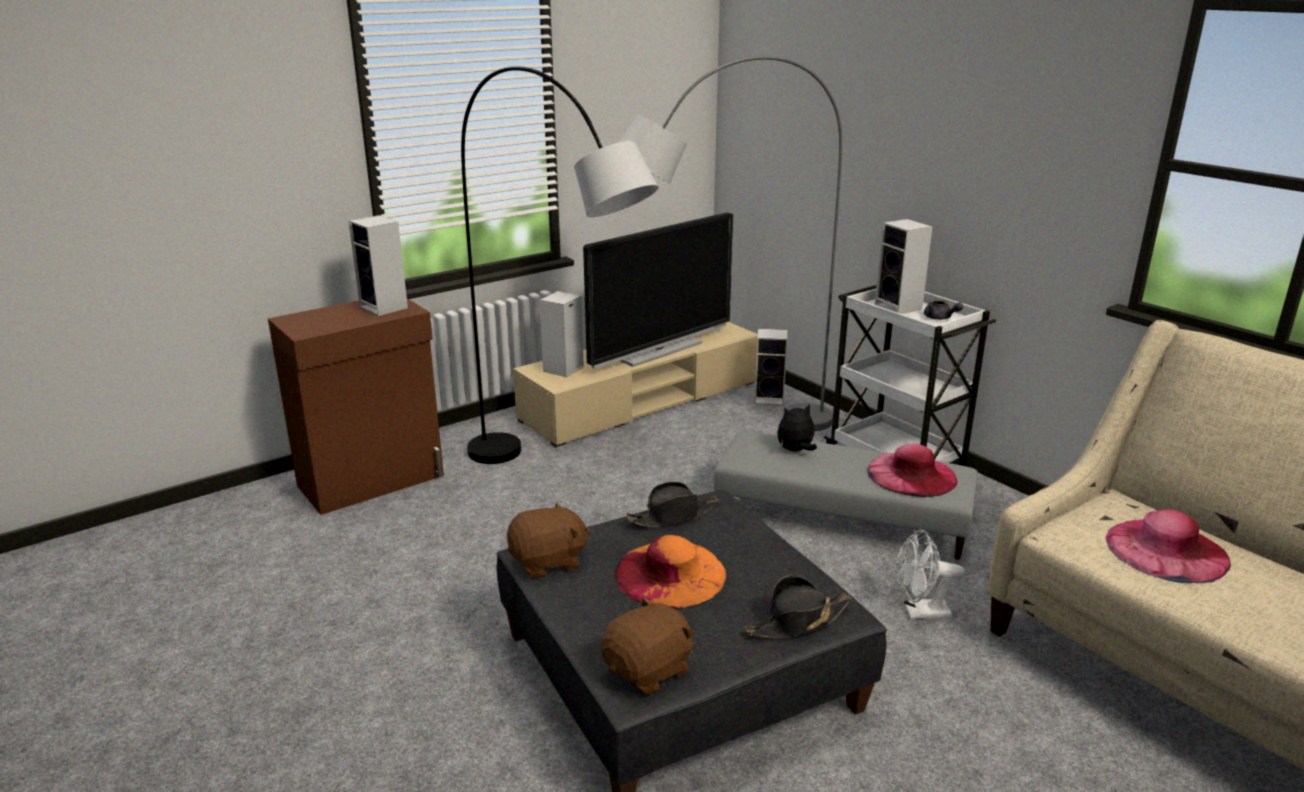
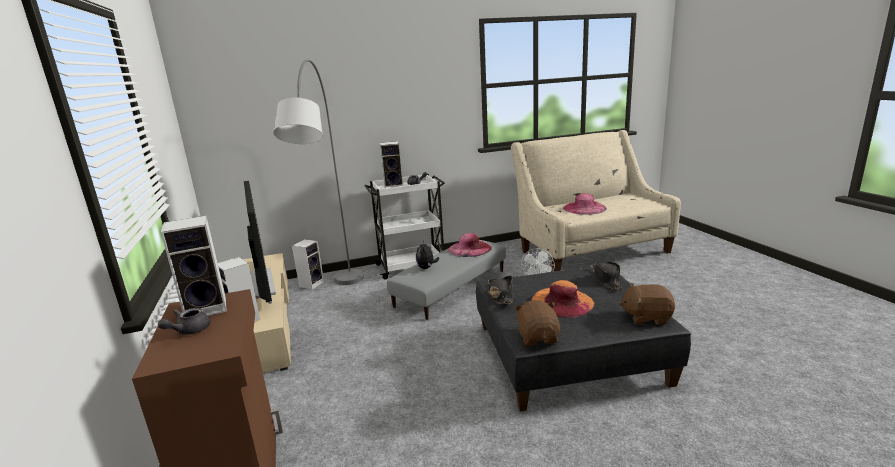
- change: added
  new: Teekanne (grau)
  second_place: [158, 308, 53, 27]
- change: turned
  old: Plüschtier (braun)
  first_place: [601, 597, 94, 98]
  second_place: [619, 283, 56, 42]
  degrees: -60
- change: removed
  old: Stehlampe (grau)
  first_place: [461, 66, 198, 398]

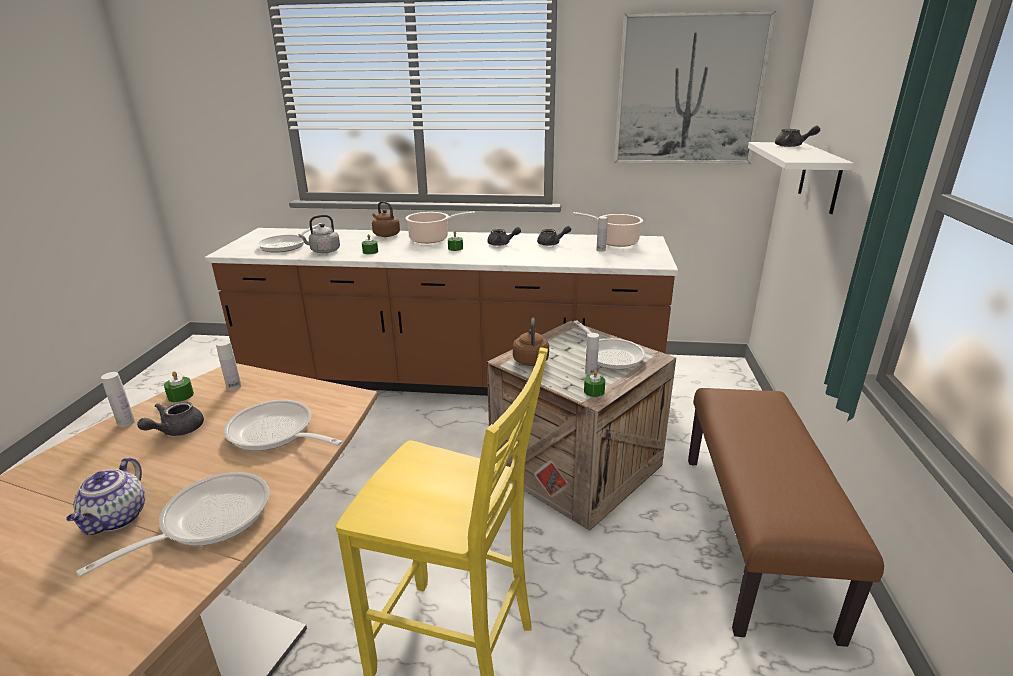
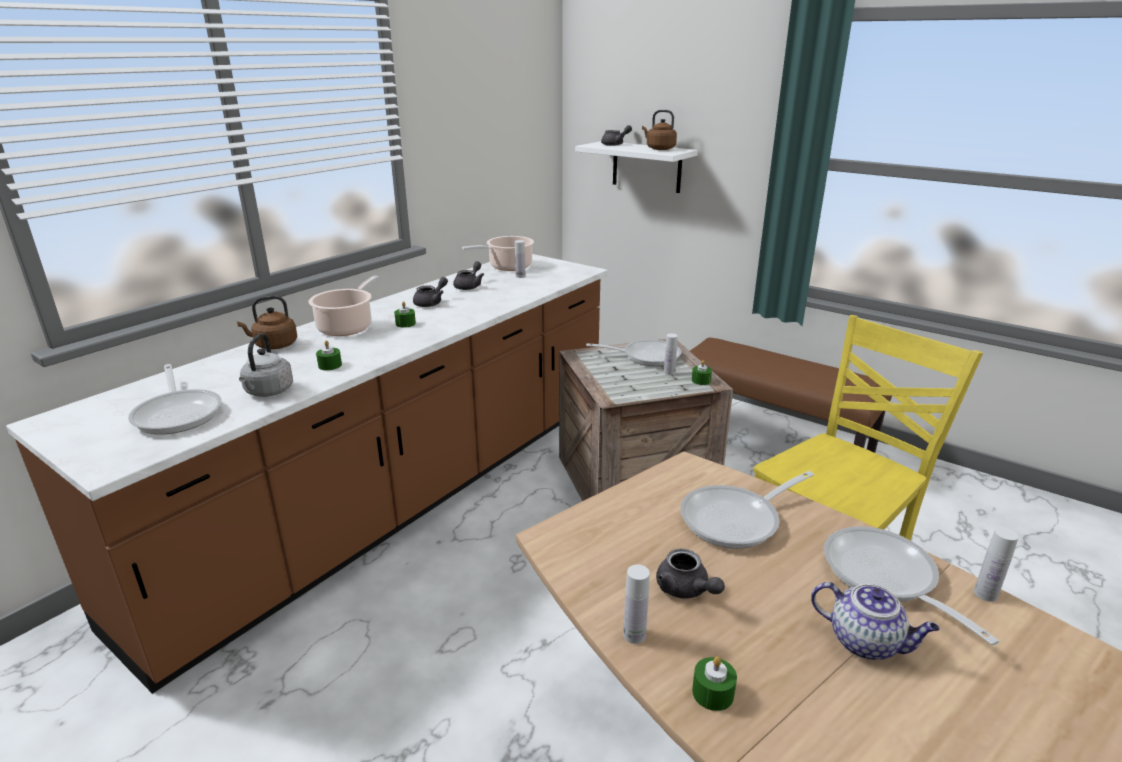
- change: moved
  old: Wasserkessel (braun)
  first_place: [513, 318, 36, 48]
  second_place: [642, 110, 35, 40]
- change: moved
  old: Kerze (grün)
  first_place: [164, 371, 30, 31]
  second_place: [692, 656, 45, 55]
- change: moved
  old: Flasche (weiß)
  first_place: [216, 340, 25, 51]
  second_place: [974, 527, 45, 75]
- change: removed
  old: Bild
  first_place: [614, 11, 162, 153]

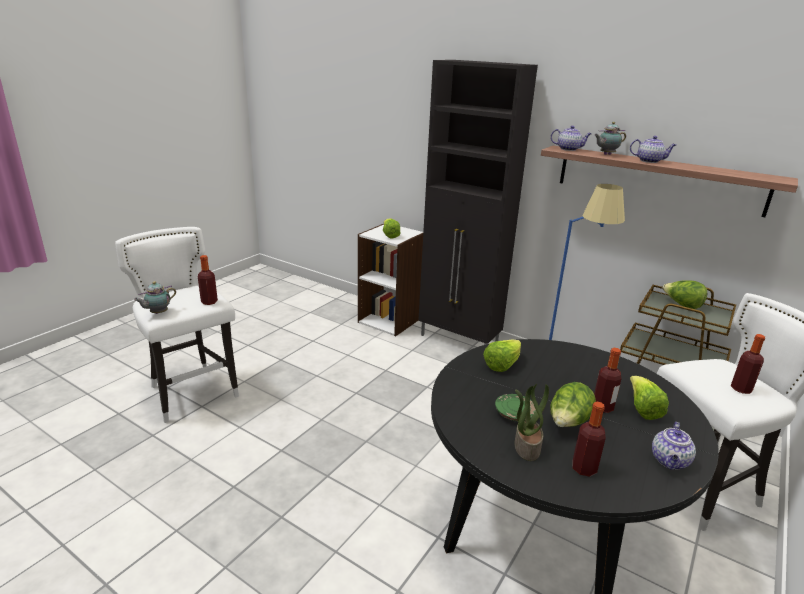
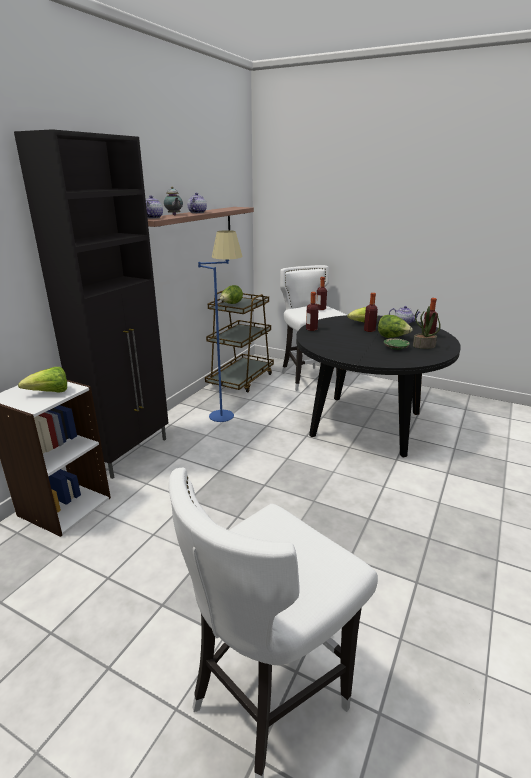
- change: moved
  old: Flasche
  first_place: [198, 255, 20, 50]
  second_place: [306, 292, 13, 39]
- change: removed
  old: Teekanne
  first_place: [134, 281, 42, 33]
- change: removed
  old: Salatkopf
  first_place: [483, 339, 38, 33]

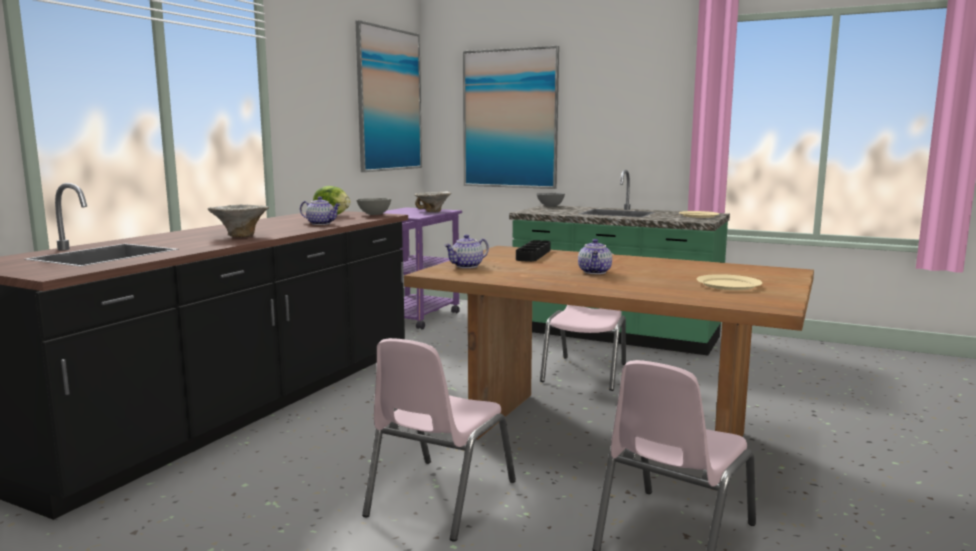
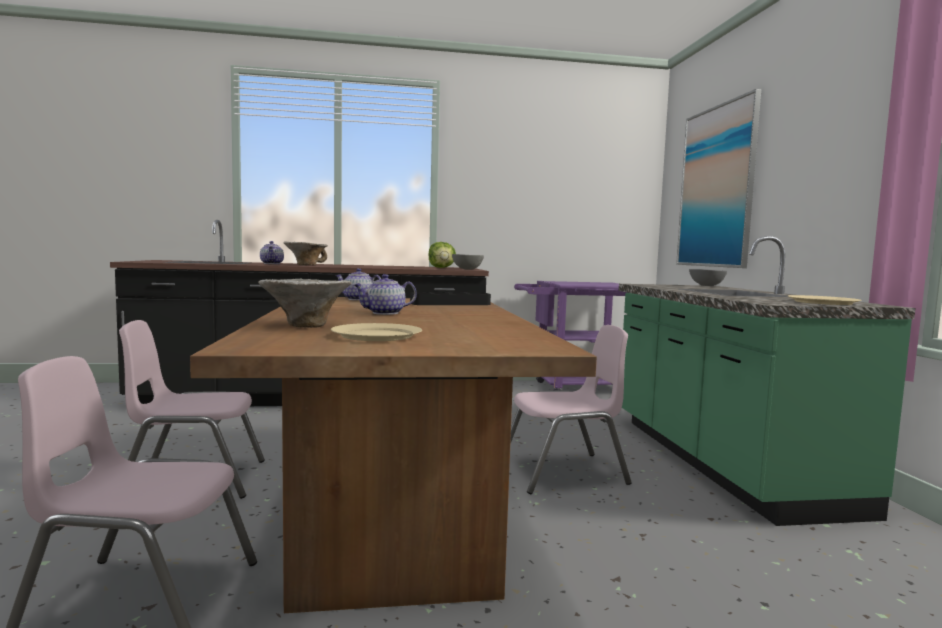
- change: moved
  old: Schüssel
  first_place: [415, 192, 36, 20]
  second_place: [258, 278, 94, 50]
- change: moved
  old: Teekanne
  first_place: [300, 196, 41, 29]
  second_place: [260, 241, 24, 23]
- change: removed
  old: Bild
  first_place: [355, 20, 67, 152]

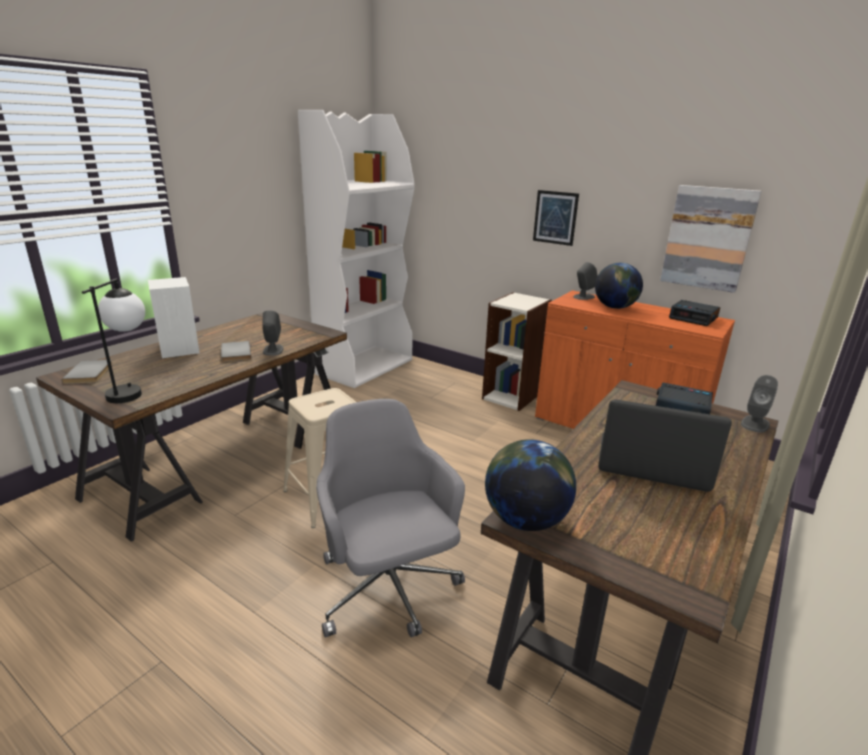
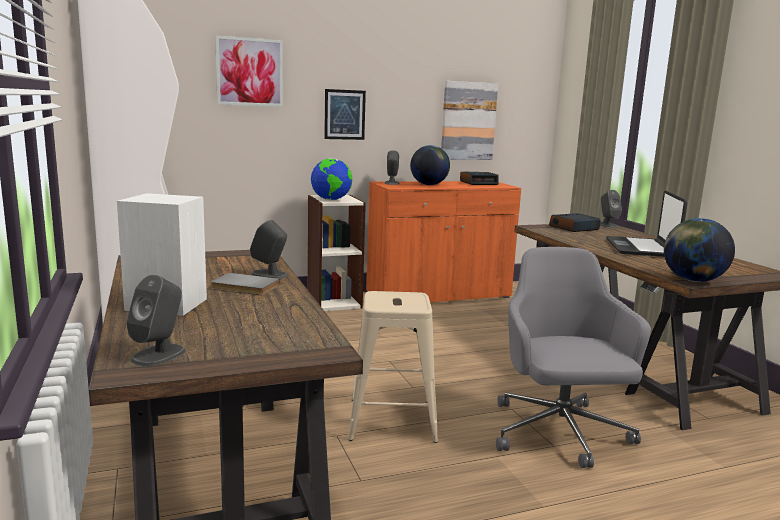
- change: replaced
  old: Buch (grau)
  new: Lautsprecher (grau)
  first_place: [62, 360, 51, 24]
  second_place: [126, 275, 59, 91]
- change: added
  new: Bild
  second_place: [215, 36, 68, 71]
- change: added
  new: Globus
  second_place: [311, 158, 41, 42]
- change: turned
  old: Bürostuhl (grau)
  first_place: [316, 399, 149, 239]
  second_place: [496, 247, 155, 221]
  degrees: 75
- change: turned
  old: Laptop
  first_place: [598, 399, 134, 93]
  second_place: [606, 190, 82, 67]
  degrees: -45
- change: removed
  old: Tischlampe
  first_place: [82, 279, 63, 124]

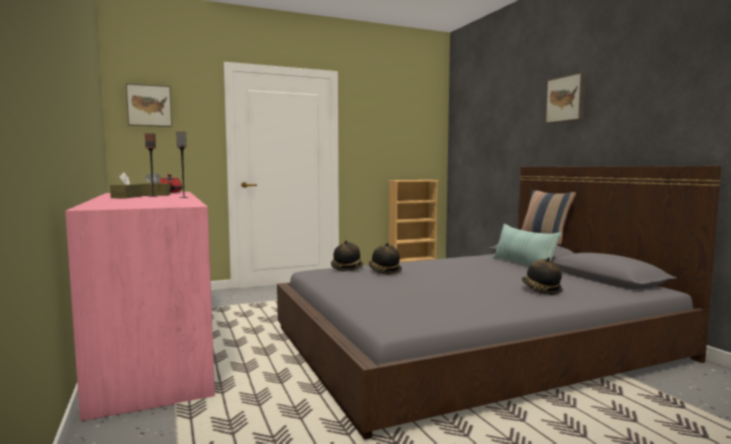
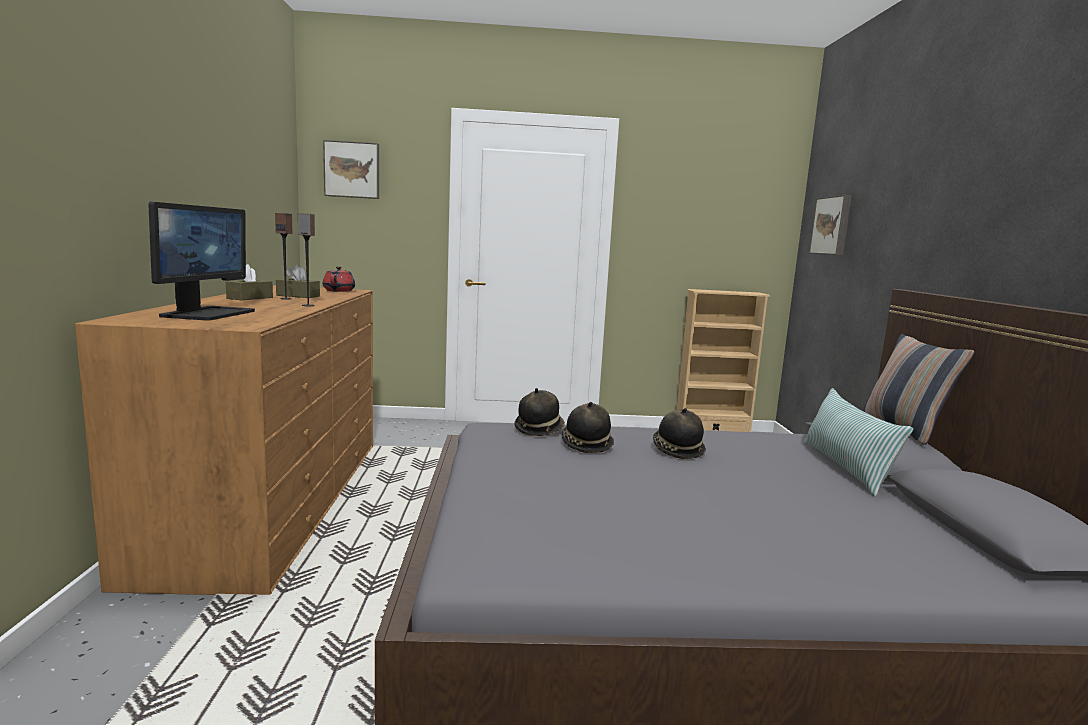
- change: recoloured
  old: Kommode (rosa)
  new: Kommode (braun)
  first_place: [65, 192, 150, 229]
  second_place: [75, 286, 298, 309]
- change: added
  new: Monitor
  second_place: [148, 201, 107, 120]
- change: moved
  old: Hut
  first_place: [522, 257, 41, 38]
  second_place: [653, 408, 53, 51]
- change: moved
  old: Bild
  first_place: [545, 72, 41, 51]
  second_place: [809, 195, 43, 60]

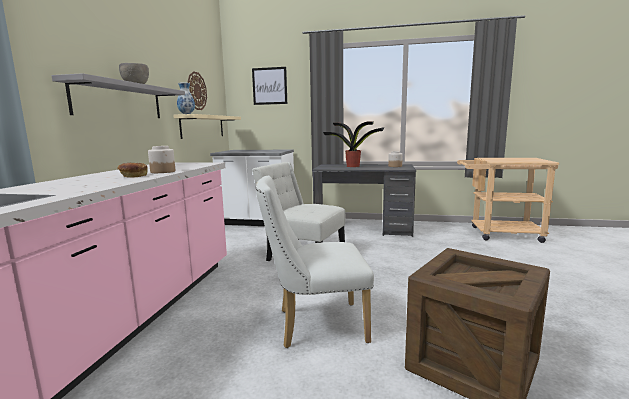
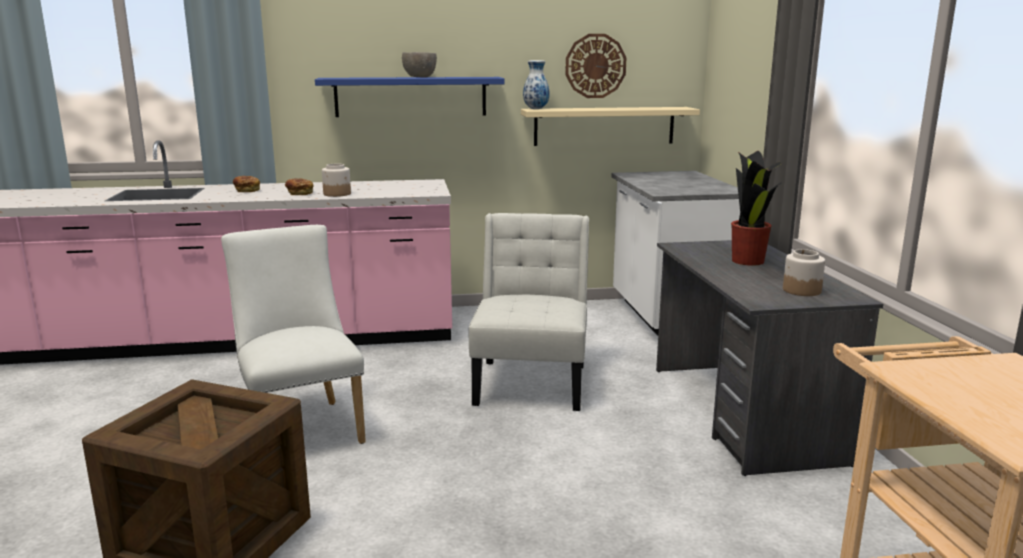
- change: added
  new: Brot
  second_place: [233, 176, 27, 16]
- change: recoloured
  old: Wandregal (grau)
  new: Wandregal (blau)
  first_place: [52, 73, 133, 45]
  second_place: [315, 77, 189, 40]
- change: removed
  old: Bild
  first_place: [252, 67, 35, 38]

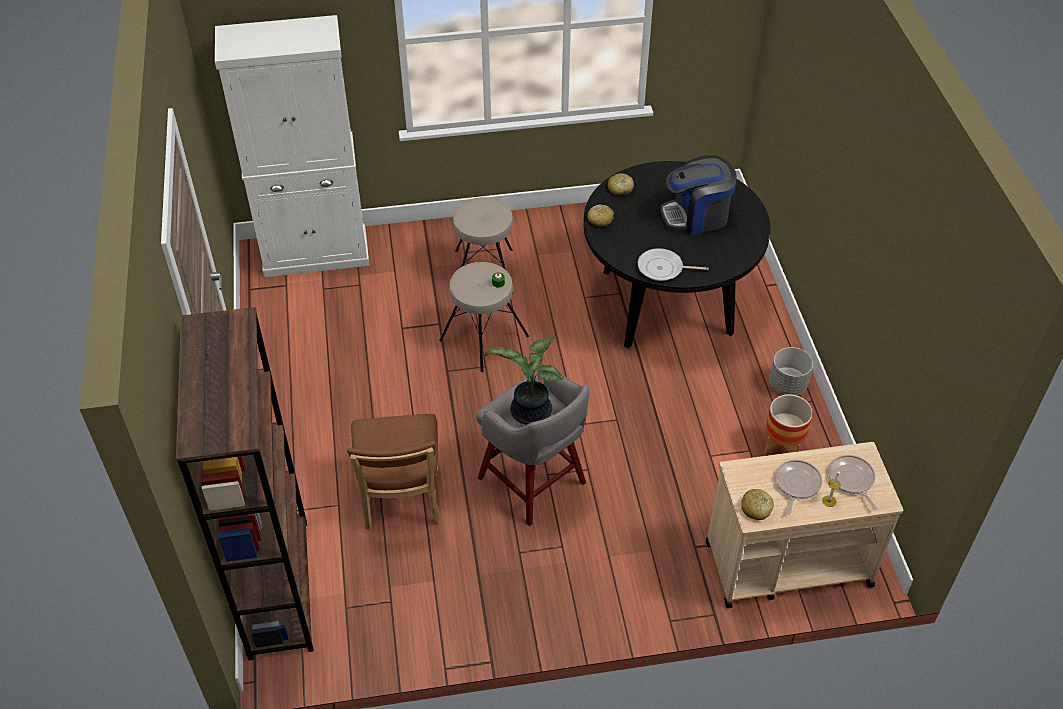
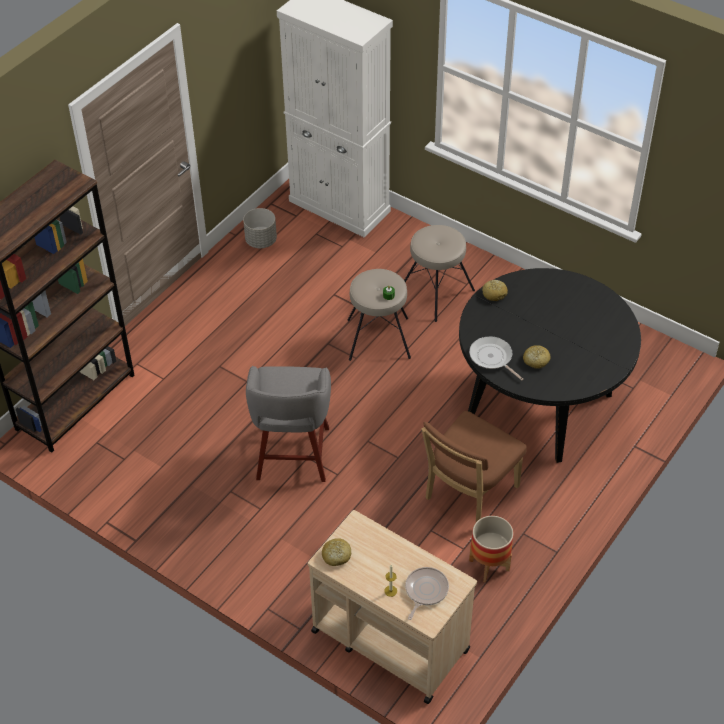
- change: moved
  old: Pflanzkübel (grau)
  first_place: [769, 347, 44, 49]
  second_place: [243, 208, 34, 40]
- change: moved
  old: Stuhl (braun)
  first_place: [347, 414, 92, 116]
  second_place: [421, 411, 106, 111]
- change: moved
  old: Brot
  first_place: [608, 173, 26, 22]
  second_place: [523, 345, 28, 24]
- change: removed
  old: Topfpflanze
  first_place: [485, 335, 79, 90]
- change: removed
  old: Kaffeemaschine
  first_place: [661, 155, 76, 80]
- change: removed
  old: Pfanne
  first_place: [775, 460, 47, 55]

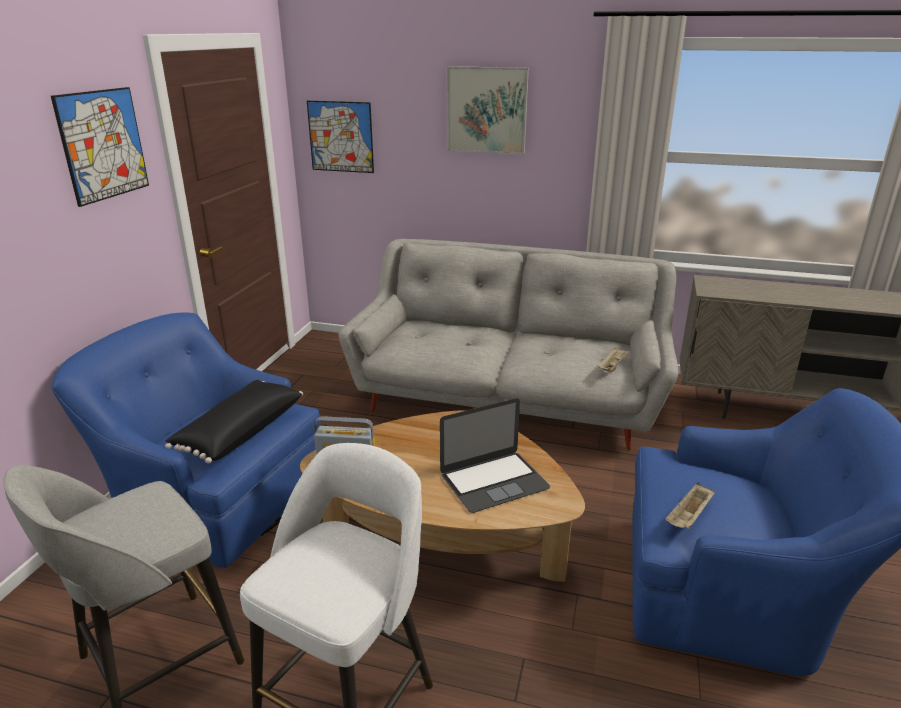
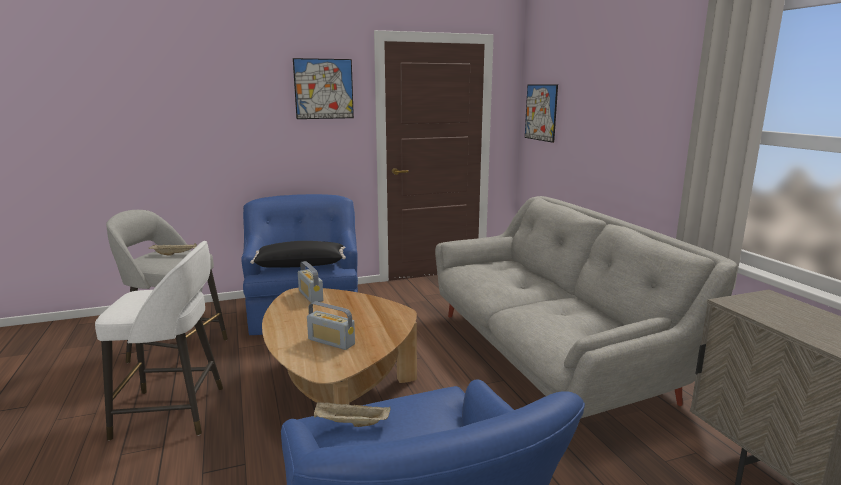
- change: moved
  old: Tablett (beige)
  first_place: [598, 347, 32, 25]
  second_place: [149, 243, 48, 13]
- change: replaced
  old: Laptop
  new: Radio
  first_place: [440, 398, 110, 115]
  second_place: [307, 301, 48, 49]
- change: removed
  old: Bild
  first_place: [447, 66, 82, 88]

